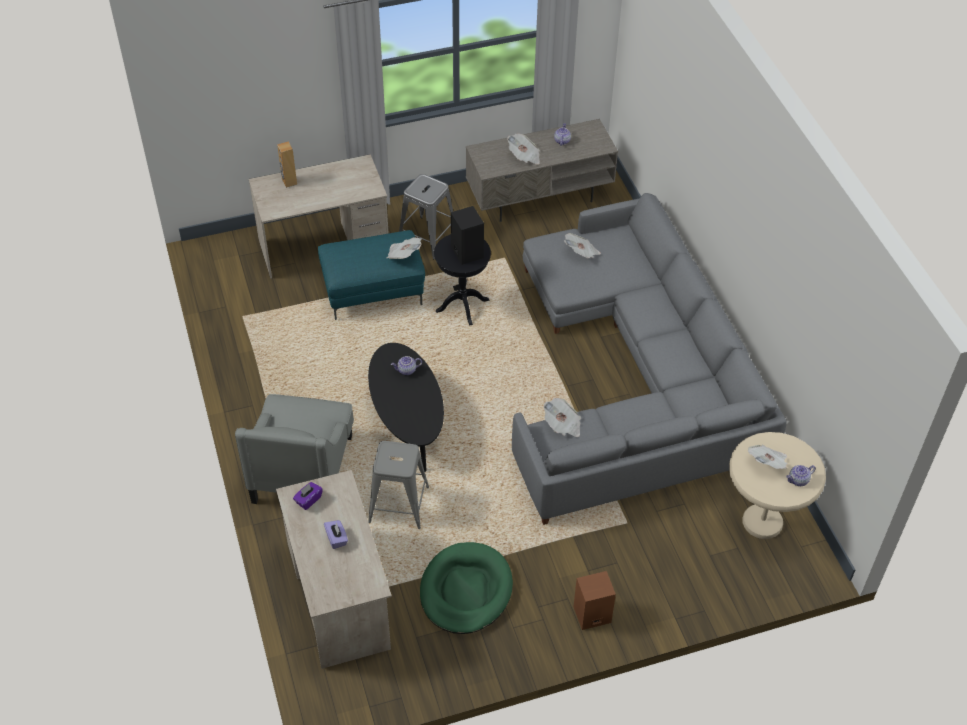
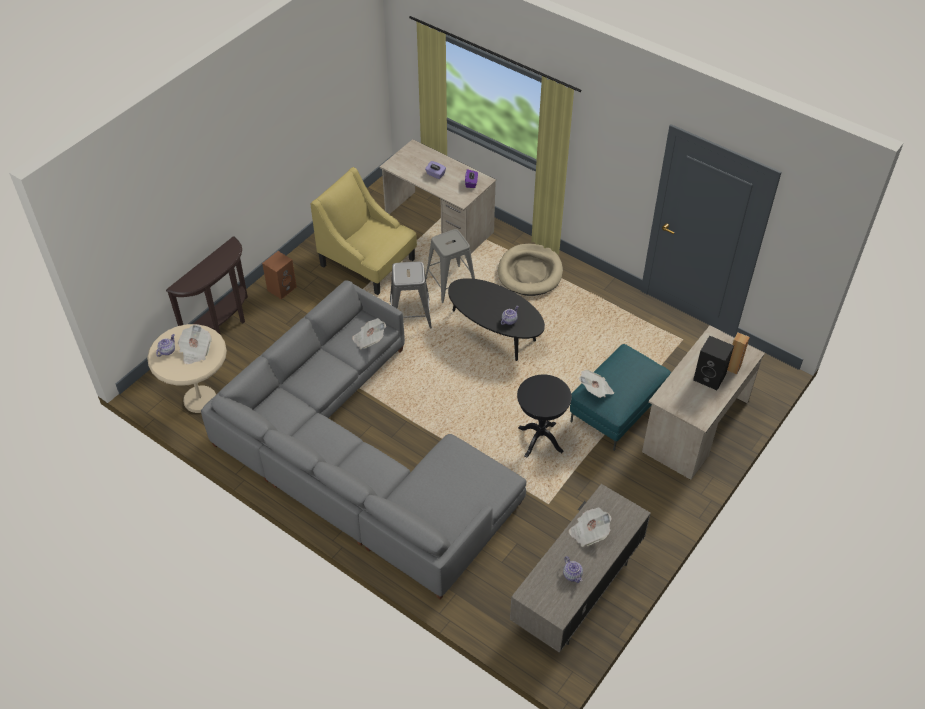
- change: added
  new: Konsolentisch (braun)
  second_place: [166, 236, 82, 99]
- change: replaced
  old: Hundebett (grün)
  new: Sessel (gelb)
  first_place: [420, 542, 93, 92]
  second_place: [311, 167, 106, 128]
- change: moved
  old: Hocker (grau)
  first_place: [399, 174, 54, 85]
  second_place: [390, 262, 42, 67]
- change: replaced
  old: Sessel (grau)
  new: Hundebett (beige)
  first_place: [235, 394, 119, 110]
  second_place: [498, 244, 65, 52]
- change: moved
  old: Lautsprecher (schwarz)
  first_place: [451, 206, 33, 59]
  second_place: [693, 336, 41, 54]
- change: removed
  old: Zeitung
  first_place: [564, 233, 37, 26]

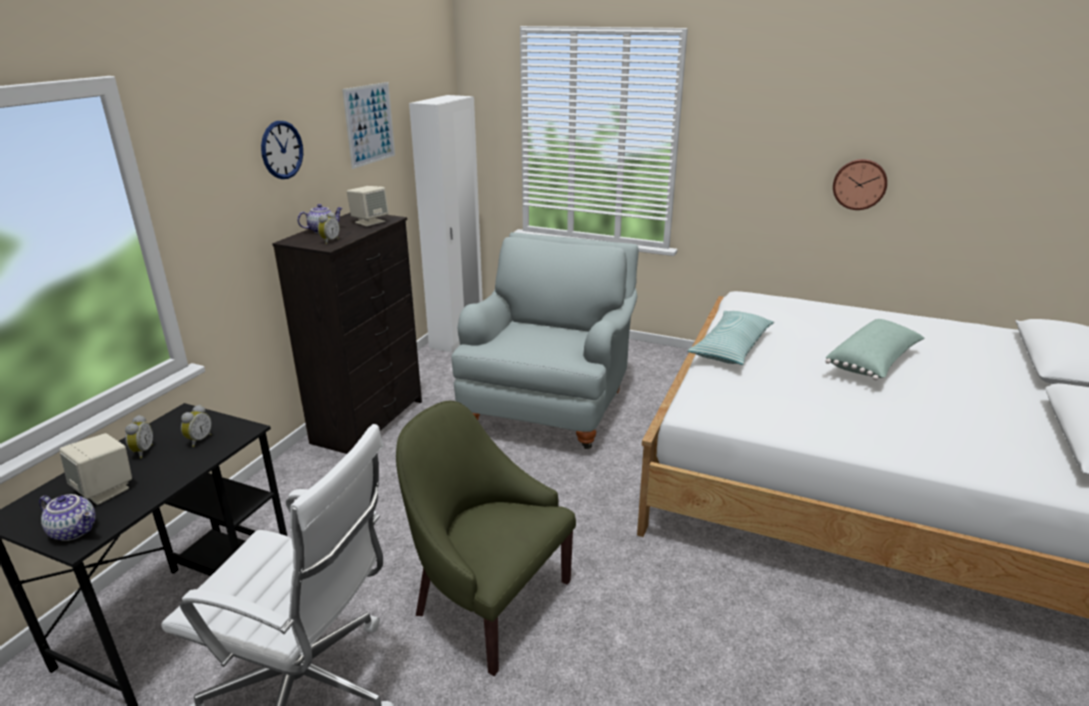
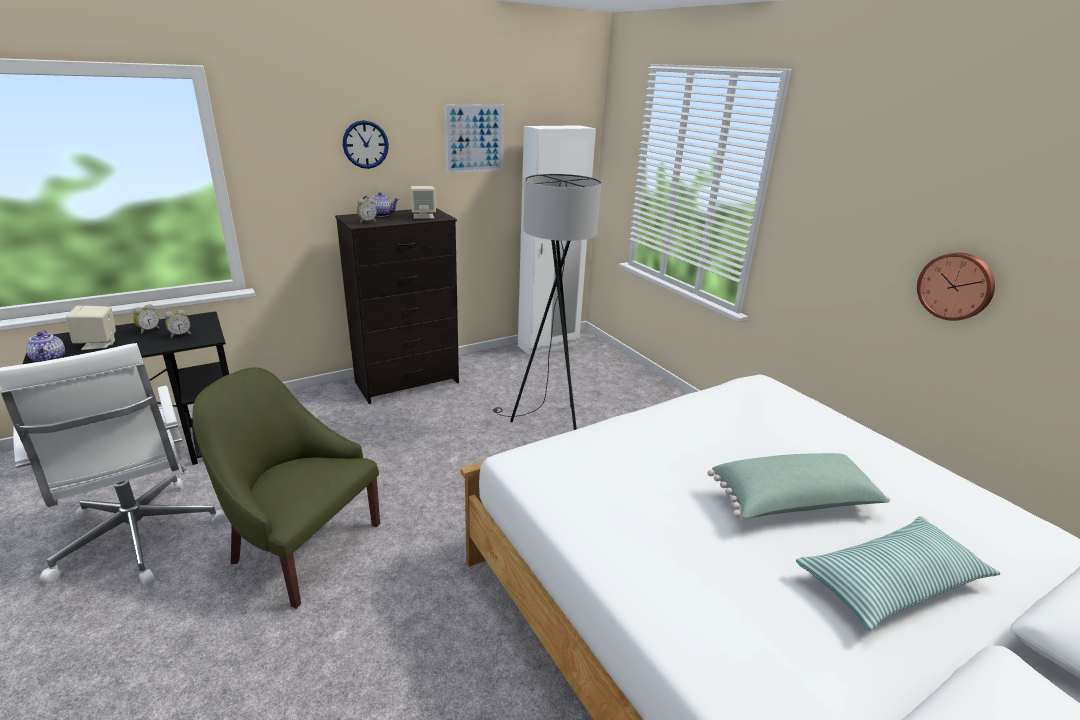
- change: turned
  old: Sessel (grün)
  first_place: [396, 401, 180, 275]
  second_place: [193, 367, 187, 242]
  degrees: -45
- change: replaced
  old: Sessel (grau)
  new: Stehlampe (grau)
  first_place: [452, 232, 187, 217]
  second_place: [493, 174, 108, 256]
- change: moved
  old: Kissen
  first_place: [688, 311, 86, 54]
  second_place: [796, 516, 205, 115]

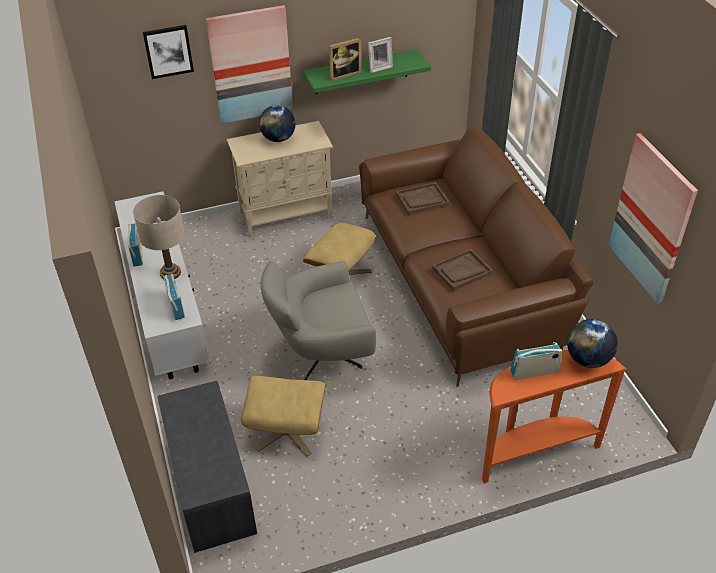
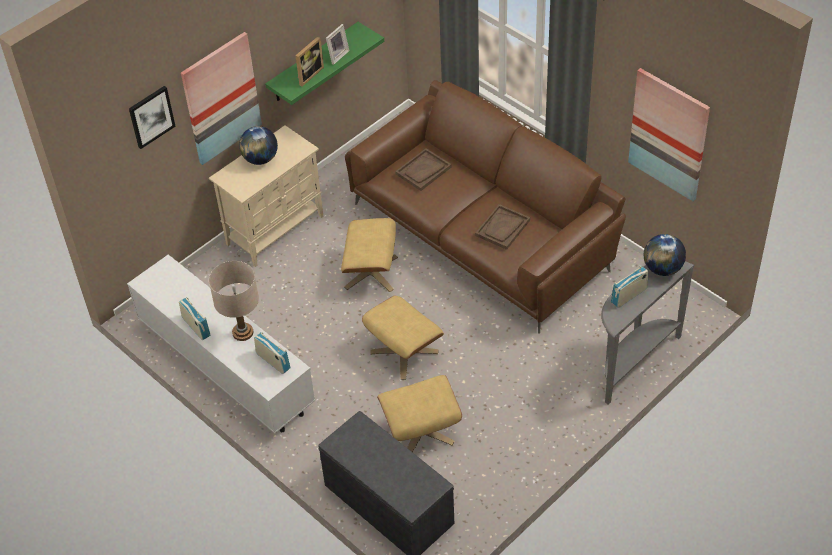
- change: replaced
  old: Sessel (grau)
  new: Polsterhocker (beige)
  first_place: [260, 261, 116, 119]
  second_place: [362, 296, 82, 84]
- change: recoloured
  old: Konsolentisch (orange)
  new: Konsolentisch (grau)
  first_place: [482, 350, 145, 133]
  second_place: [601, 261, 94, 144]

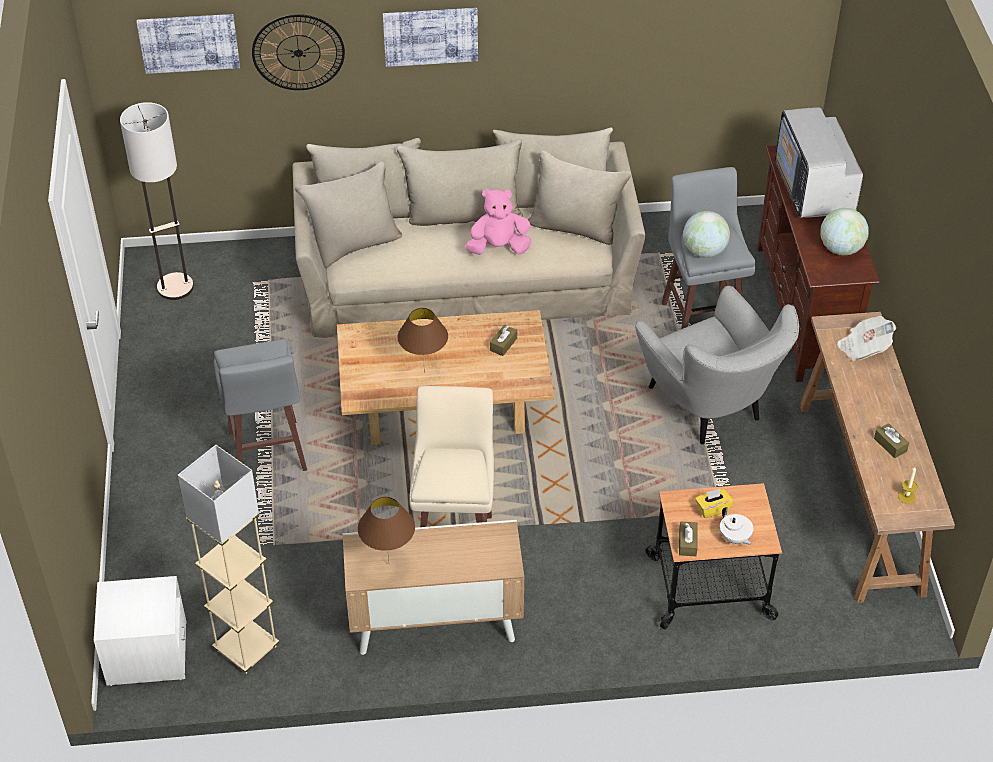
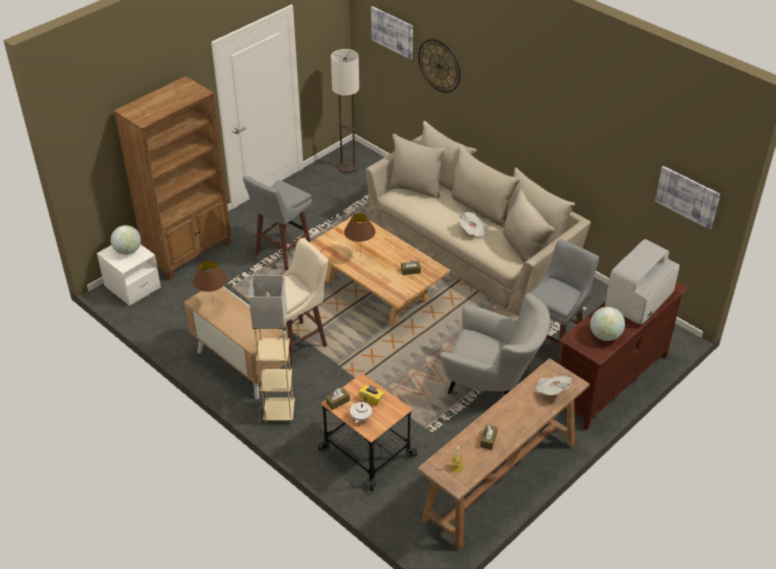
- change: moved
  old: Globus
  first_place: [683, 211, 47, 47]
  second_place: [111, 225, 30, 30]
- change: added
  new: Bücherregal (braun)
  second_place: [114, 76, 117, 204]
- change: moved
  old: Stehlampe (beige)
  first_place: [178, 445, 101, 229]
  second_place: [249, 275, 46, 148]
- change: turned
  old: Sessel (grau)
  first_place: [635, 286, 164, 158]
  second_place: [440, 293, 110, 102]
  degrees: -90
- change: replaced
  old: Plüschtier (rosa)
  new: Zeitung
  first_place: [465, 189, 66, 66]
  second_place: [459, 212, 28, 27]
- change: moved
  old: Bild
  first_place: [383, 8, 95, 59]
  second_place: [655, 166, 65, 64]

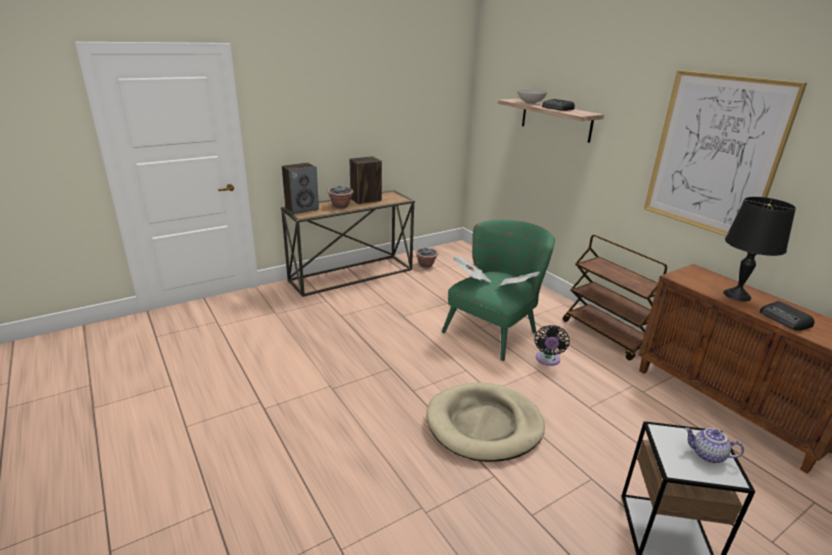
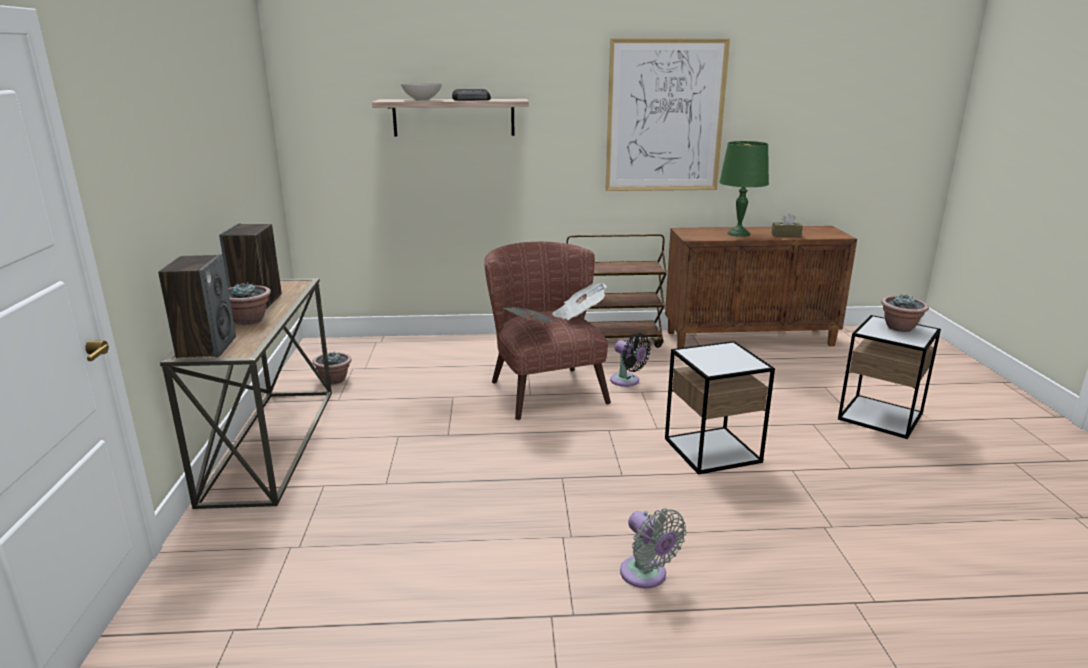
- change: recoloured
  old: Sessel (grün)
  new: Sessel (braun)
  first_place: [442, 220, 113, 141]
  second_place: [484, 242, 127, 178]
- change: added
  new: Ventilator (grau)
  second_place: [620, 509, 66, 79]
- change: replaced
  old: Hundebett (beige)
  new: Beistelltisch
  first_place: [426, 382, 119, 80]
  second_place: [665, 341, 110, 134]
- change: recoloured
  old: Tischlampe (schwarz)
  new: Tischlampe (grün)
  first_place: [723, 197, 73, 104]
  second_place: [719, 141, 50, 96]
- change: replaced
  old: Radio
  new: Taschentuchbox (braun)
  first_place: [760, 301, 54, 30]
  second_place: [772, 213, 31, 24]
- change: replaced
  old: Teekanne
  new: Topfpflanze
  first_place: [684, 428, 60, 35]
  second_place: [881, 294, 48, 38]

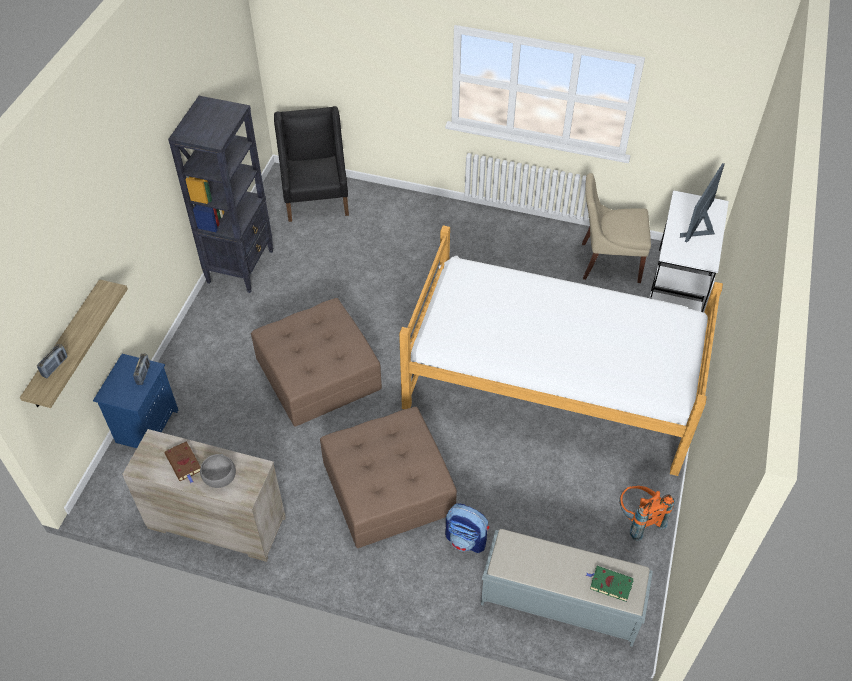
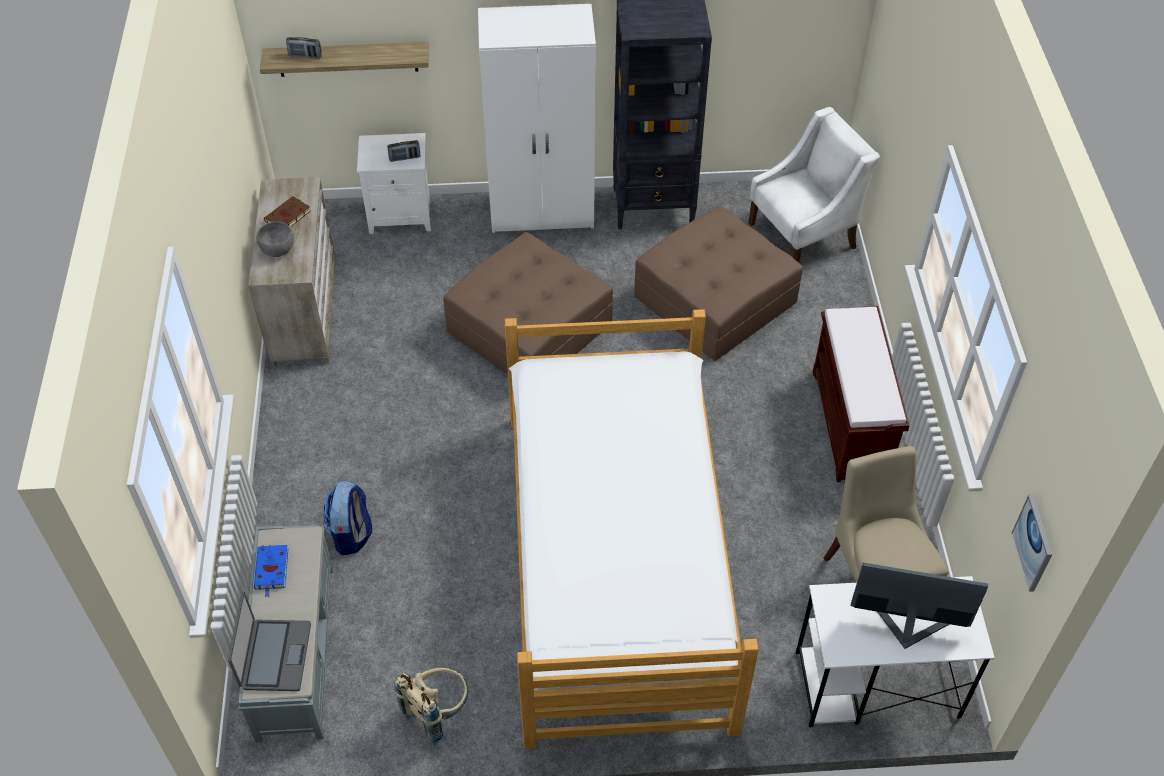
- change: replaced
  old: Buch (grün)
  new: Laptop
  first_place: [586, 566, 48, 36]
  second_place: [228, 591, 83, 100]
- change: added
  new: Buch (blau)
  second_place: [254, 545, 34, 52]
- change: recoloured
  old: Nachttisch (blau)
  new: Nachttisch (weiß)
  first_place: [93, 354, 85, 94]
  second_place: [357, 133, 74, 101]
- change: recoloured
  old: Rucksack (orange)
  new: Rucksack (beige)
  first_place: [619, 486, 56, 55]
  second_place: [394, 668, 74, 79]
- change: added
  new: Kleiderschrank (weiß)
  second_place: [478, 4, 118, 229]
- change: moved
  old: Polsterhocker (braun)
  first_place: [320, 407, 137, 141]
  second_place: [634, 206, 169, 155]
- change: recoloured
  old: Sessel (schwarz)
  new: Sessel (weiß)
  first_place: [274, 106, 75, 116]
  second_place: [748, 107, 132, 156]
- change: added
  new: Bank (braun)
  second_place: [813, 306, 97, 176]
- change: added
  new: Bild
  second_place: [1012, 495, 40, 97]

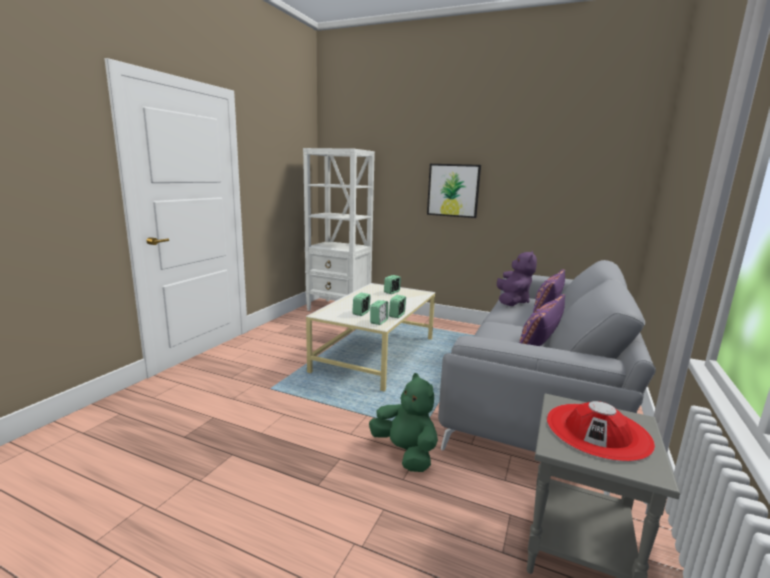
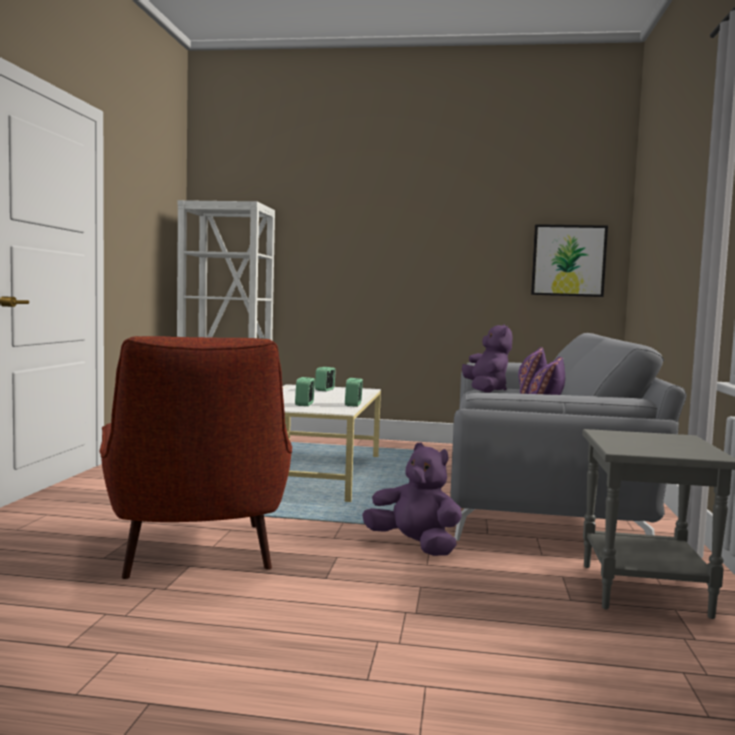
- change: added
  new: Sessel (rot)
  second_place: [100, 336, 192, 243]
- change: recoloured
  old: Plüschtier (grün)
  new: Plüschtier (lila)
  first_place: [369, 373, 69, 99]
  second_place: [362, 442, 100, 114]
- change: moved
  old: Bild
  first_place: [427, 164, 54, 54]
  second_place: [531, 224, 77, 73]
- change: removed
  old: Wecker
  first_place: [370, 300, 18, 25]
- change: removed
  old: Hut (rot)
  first_place: [547, 401, 108, 61]

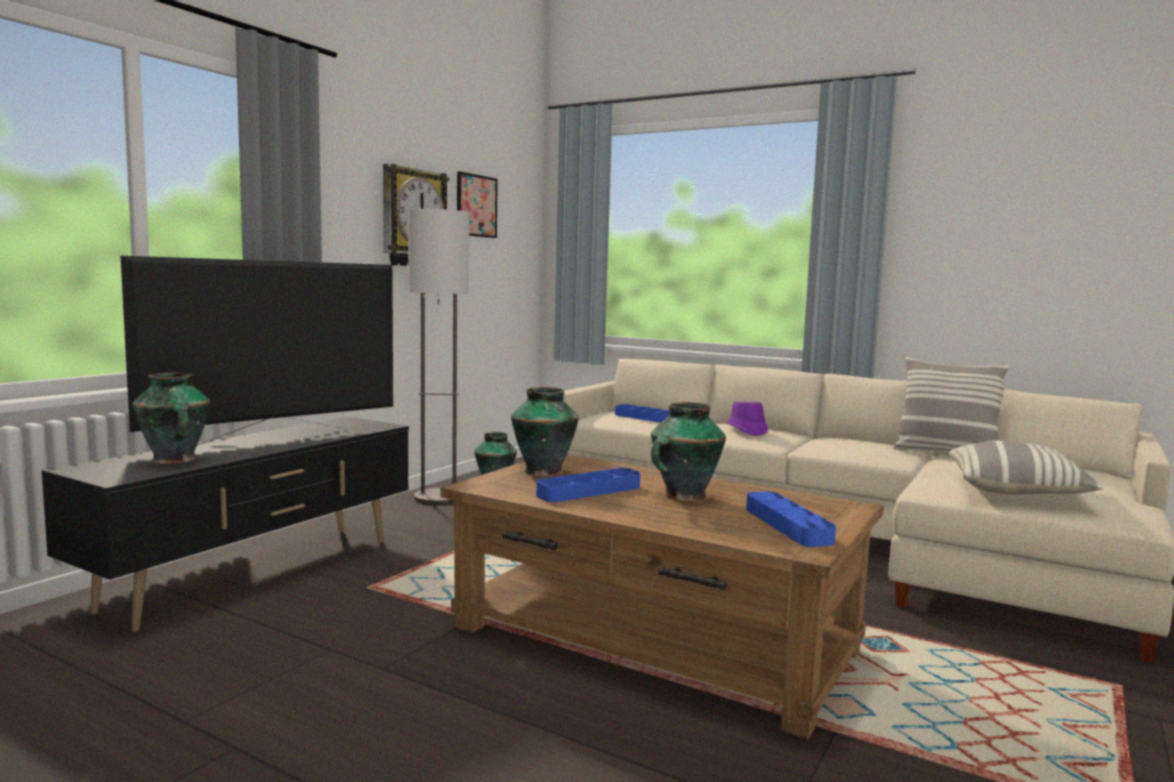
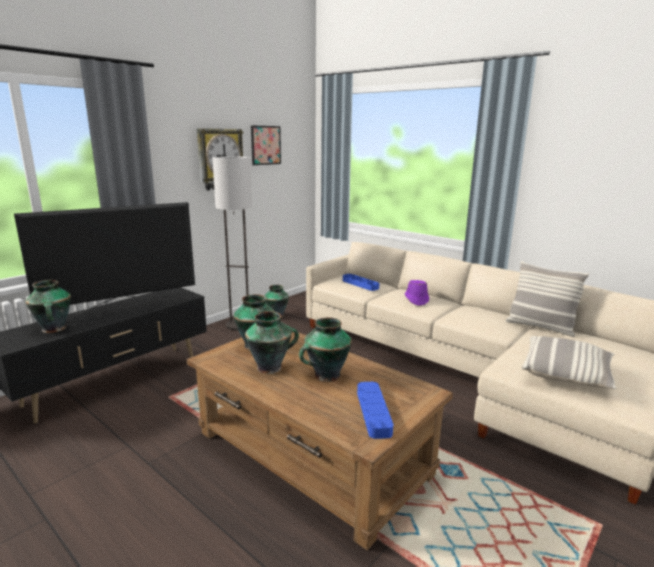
- change: replaced
  old: Tablett (blau)
  new: Vase
  first_place: [536, 468, 104, 34]
  second_place: [245, 311, 54, 63]

